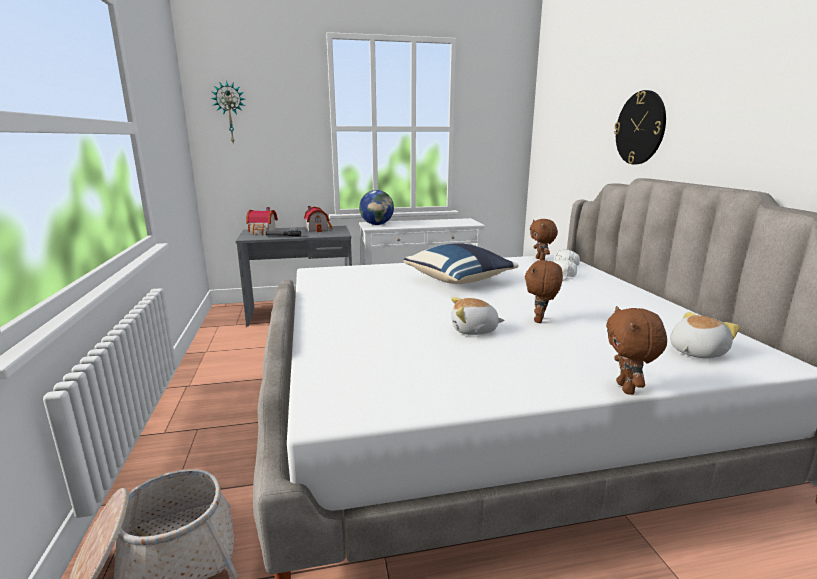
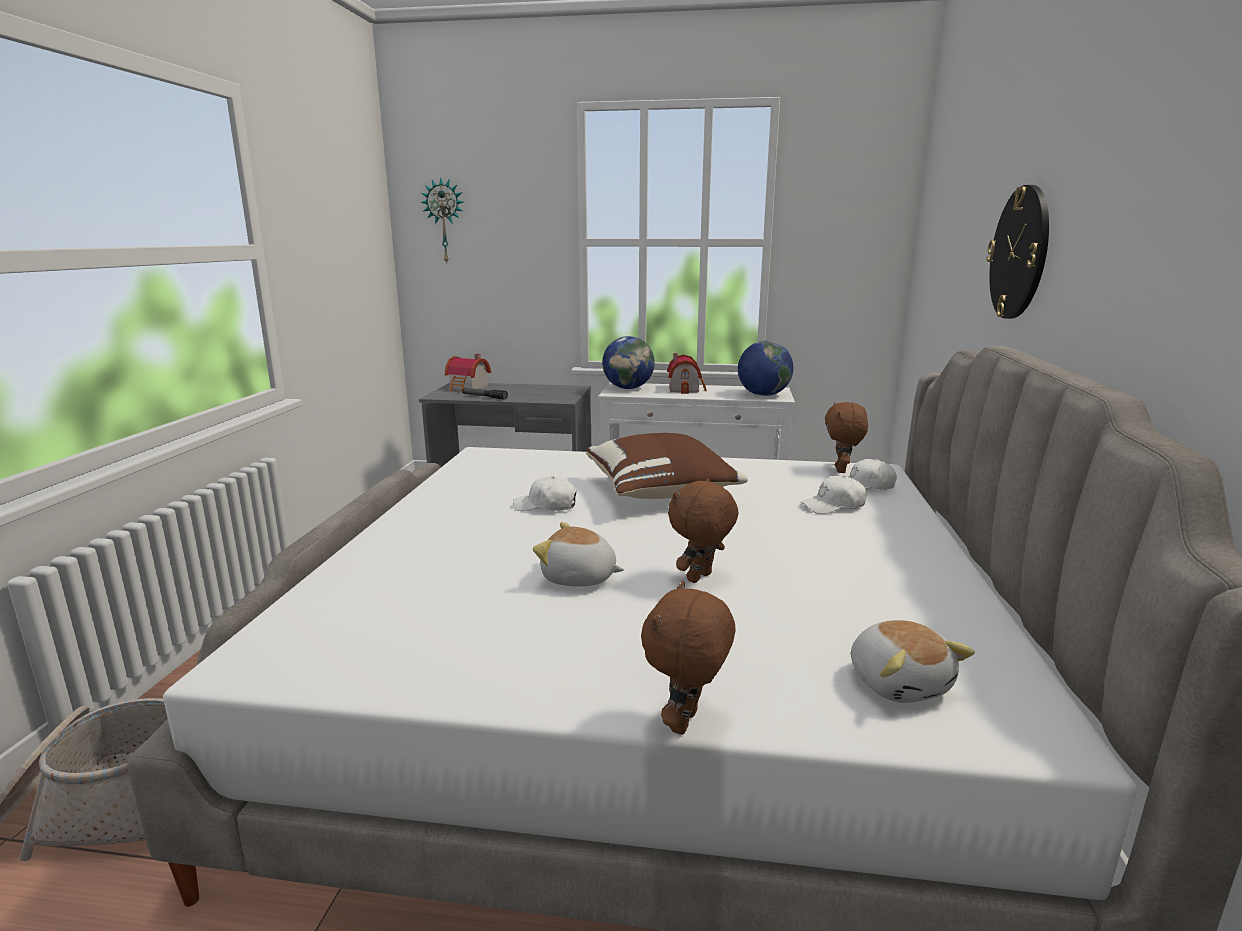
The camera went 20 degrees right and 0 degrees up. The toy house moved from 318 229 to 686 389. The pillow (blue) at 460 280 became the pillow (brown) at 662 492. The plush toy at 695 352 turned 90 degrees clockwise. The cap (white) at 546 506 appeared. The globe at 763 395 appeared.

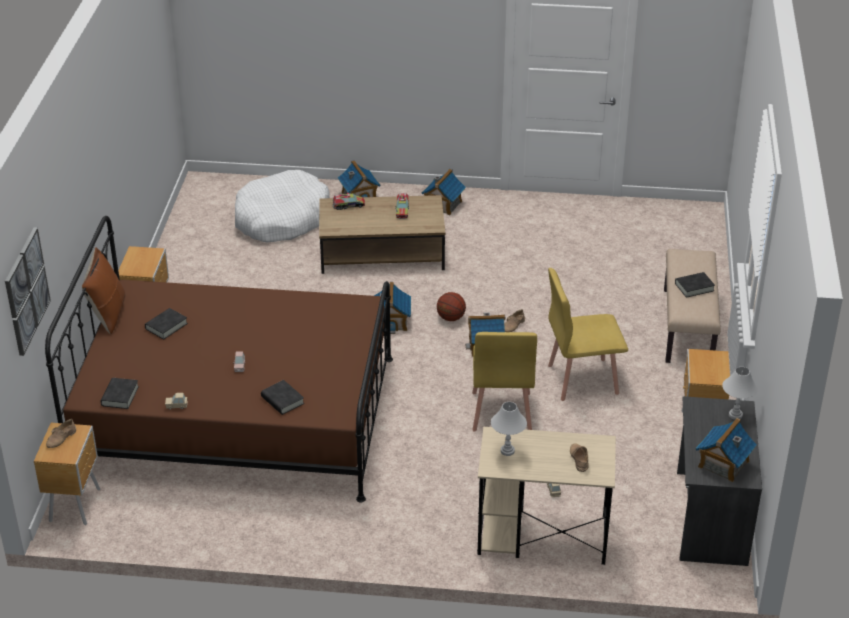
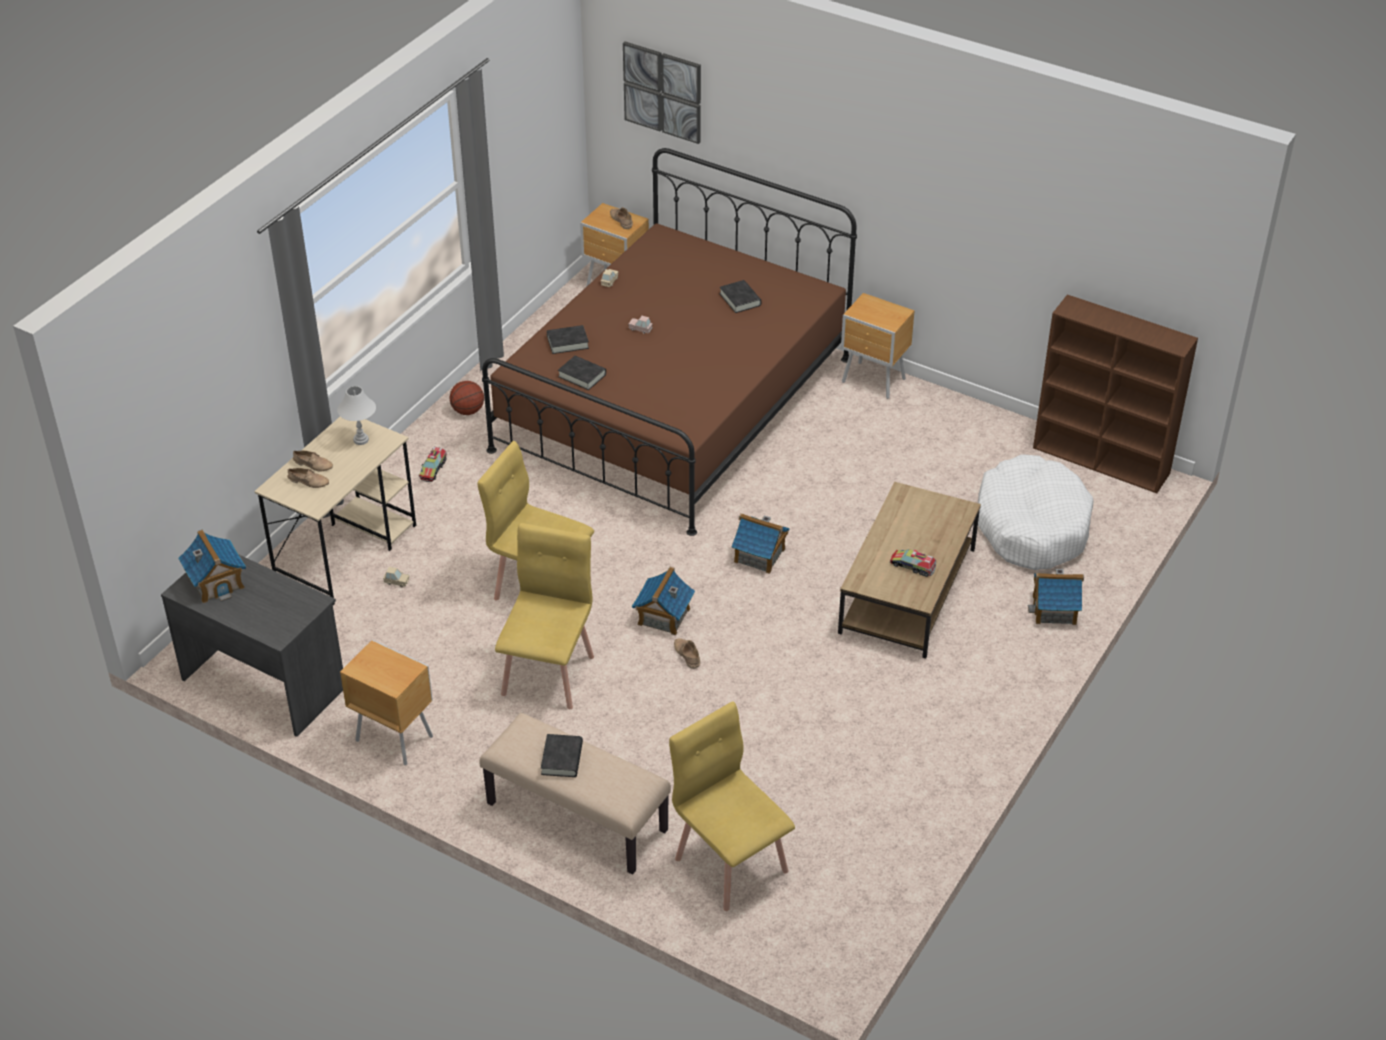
The camera went 115 degrees right and 5 degrees up. The pillow (brown) at 107 314 disappeared. The book (black) moved from 120 396 to 582 376. The toy truck moved from 348 205 to 433 469. The toy house at 443 204 disappeared. The basketball moved from 450 318 to 468 411. The table lamp (white) at 735 415 disappeared. The shoe (beige) at 313 464 appeared. The chair (yellow) at 731 863 appeared. The bookcase (brown) at 1102 461 appeared.

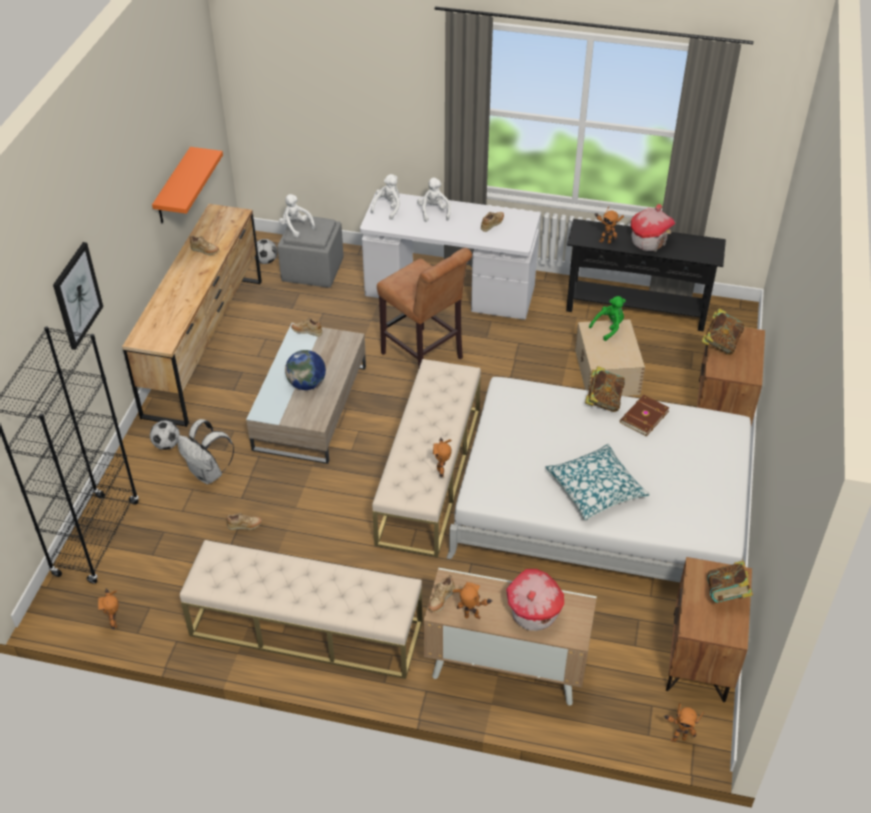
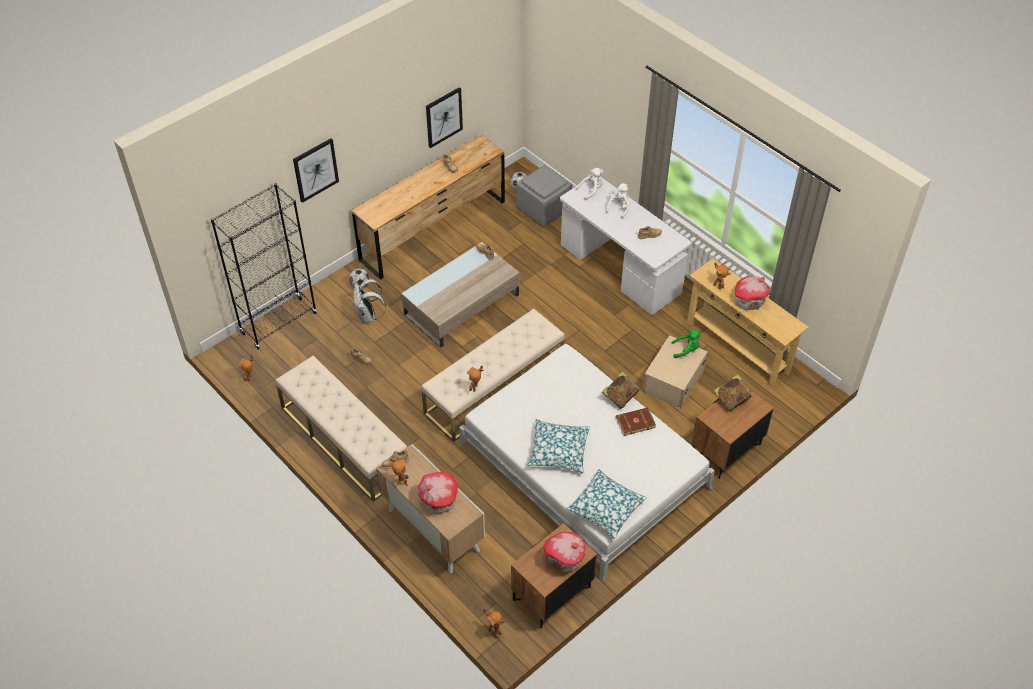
The camera went 35 degrees right and 5 degrees up. The shelf (orange) at 173 187 was replaced by the picture at 443 117. The plush toy (white) at 295 227 disappeared. The globe at 307 384 disappeared. The stool (brown) at 425 358 disappeared. The console table (black) at 636 310 became the console table (beige) at 738 347. The book at 726 594 was replaced by the toy house at 564 559. The pillow at 606 508 appeared.

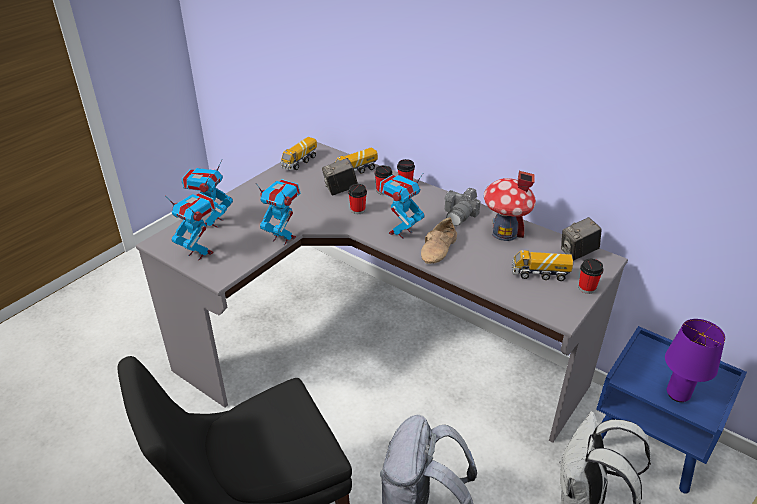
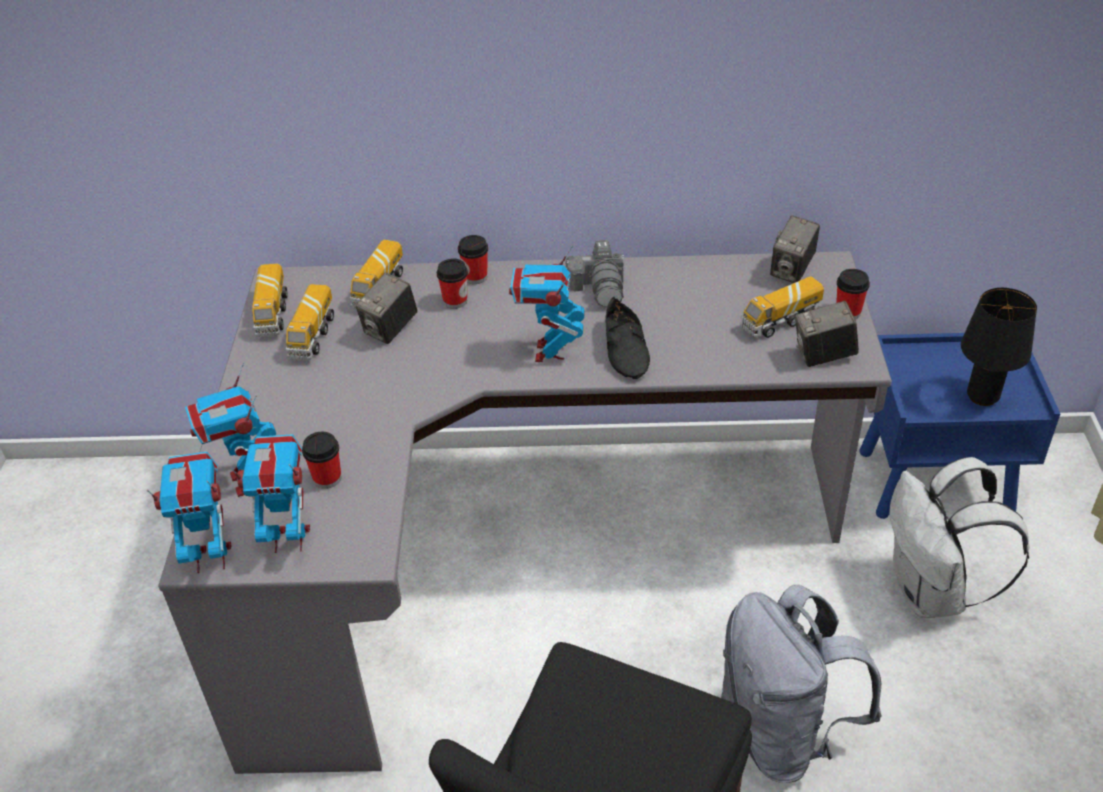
The camera went 35 degrees left and 5 degrees up. The toy robot moved from 283 238 to 211 557. The cup moved from 357 210 to 327 478. The shoe (beige) at 440 249 became the shoe (black) at 627 349. The toy house at 504 233 disappeared. The table lamp (purple) at 677 394 became the table lamp (black) at 981 396. The toy truck at 312 337 appeared. The photo camera at 823 356 appeared.

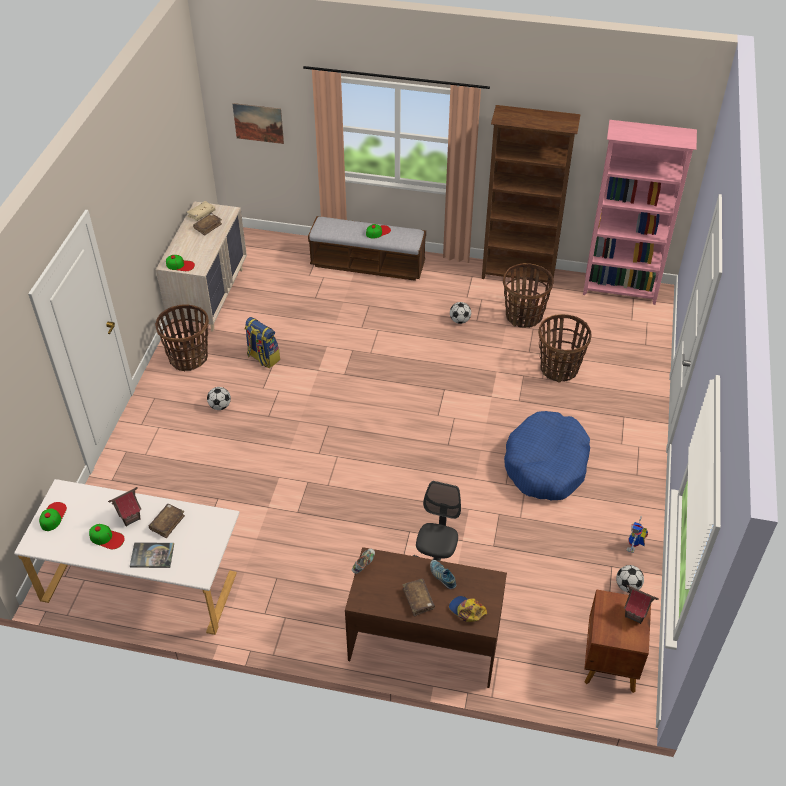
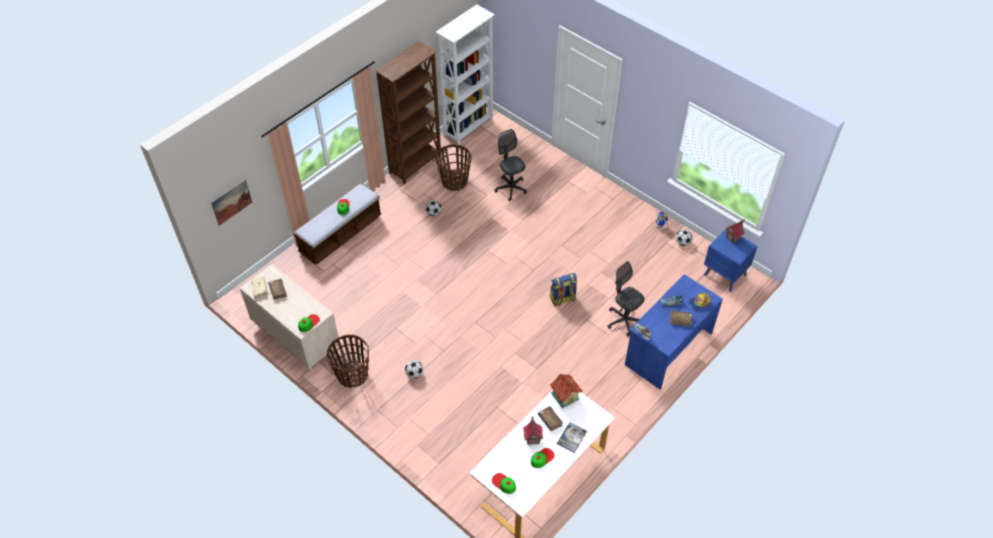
The camera went 60 degrees left and 5 degrees up. The backpack moved from 263 358 to 562 299. The desk (brown) at 424 642 became the desk (blue) at 668 348. The dog bed (blue) at 546 465 disappeared. The basket at 559 368 was replaced by the office chair (grey) at 511 188. The bookcase (pink) at 620 290 became the bookcase (white) at 469 127. The nightstand (brown) at 610 664 became the nightstand (blue) at 725 276. The toy house at 565 395 appeared.

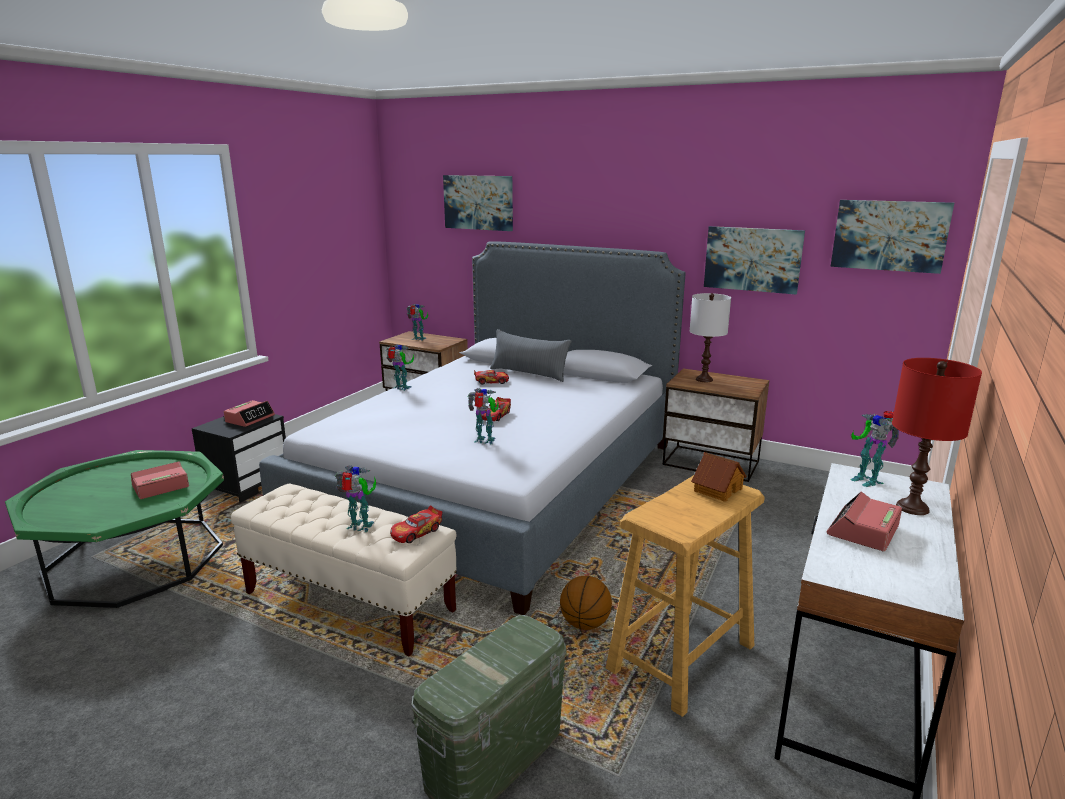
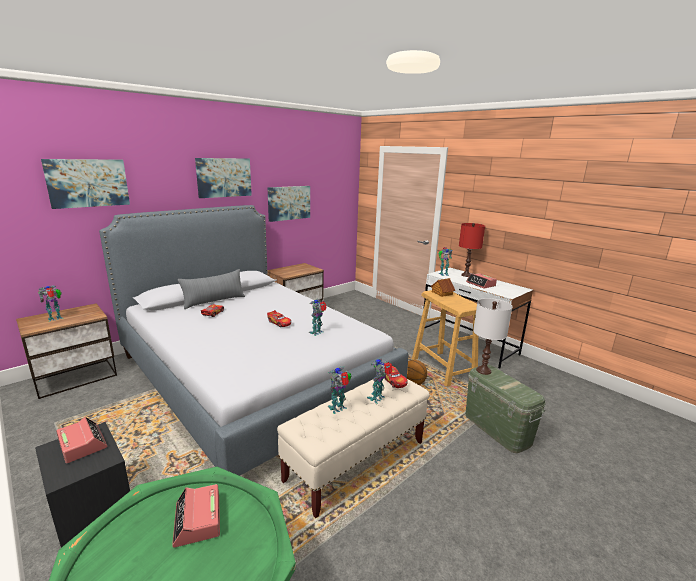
The camera went 70 degrees left and 0 degrees up. The toy robot moved from 401 388 to 338 408. The table lamp (white) moved from 704 379 to 483 370. The picture moved from 889 235 to 224 177.

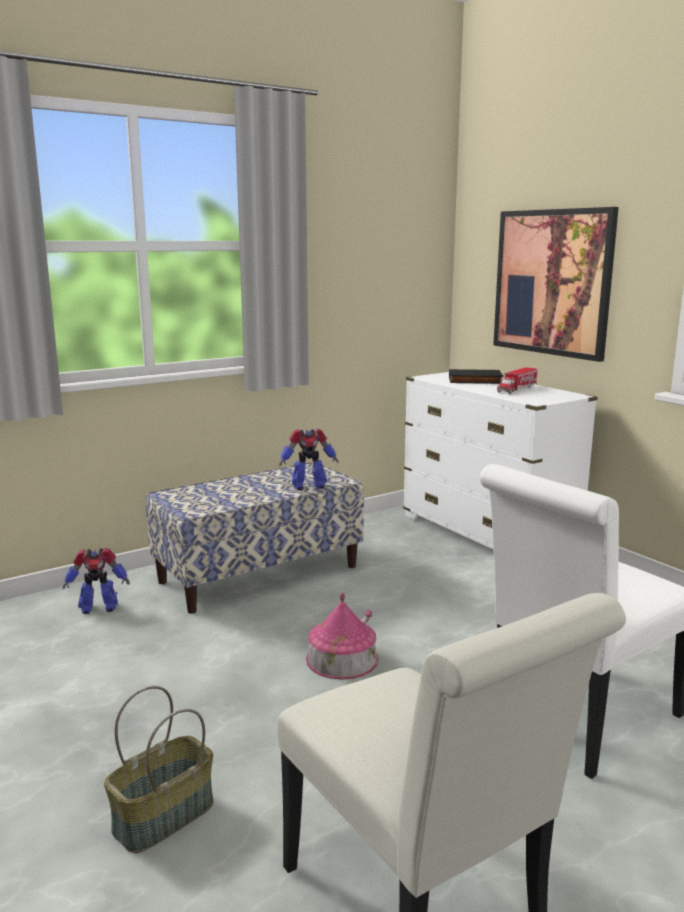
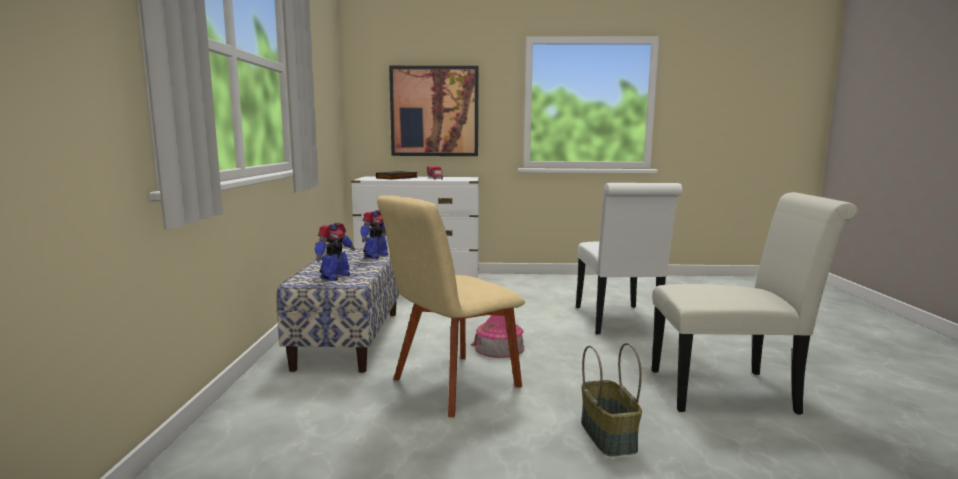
The camera went 55 degrees left and 5 degrees down. The toy robot moved from 98 607 to 334 277. The chair (beige) at 451 385 appeared.

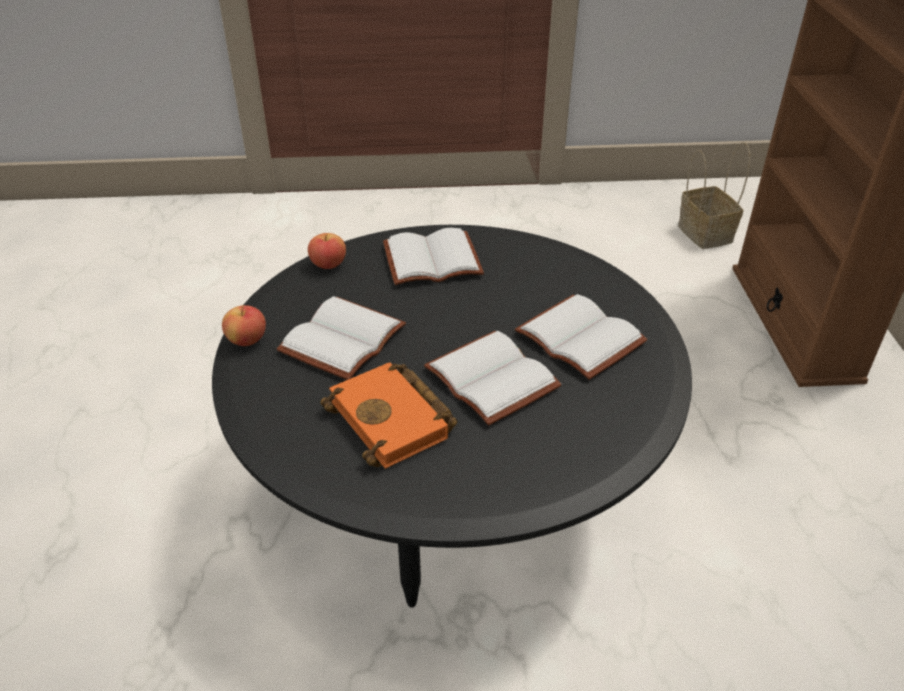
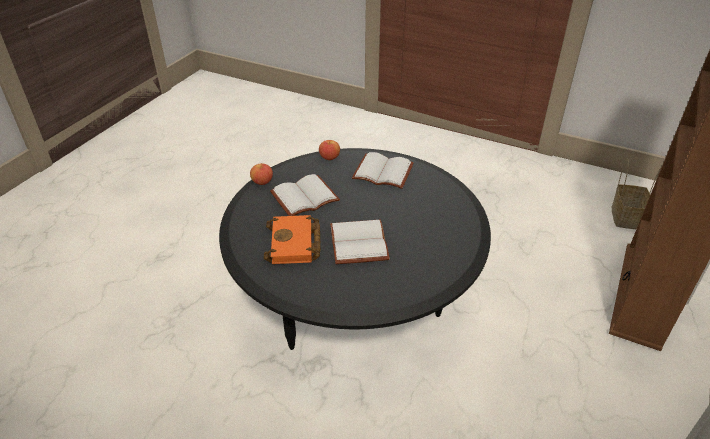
The camera went 30 degrees right and 0 degrees up. The book (white) at 583 338 disappeared.

